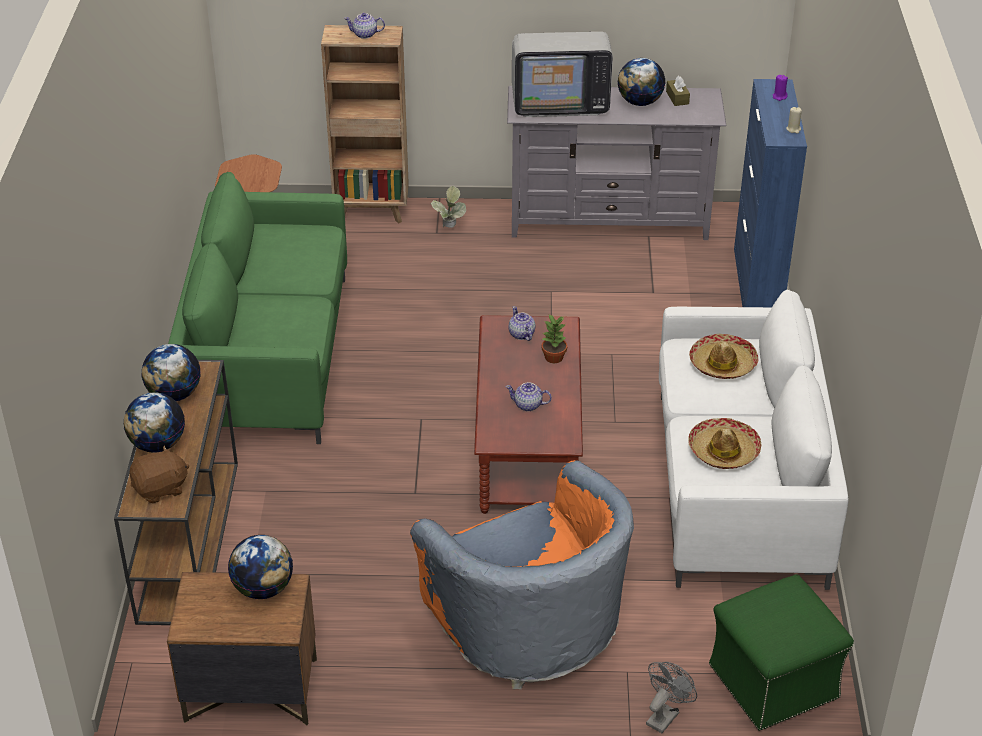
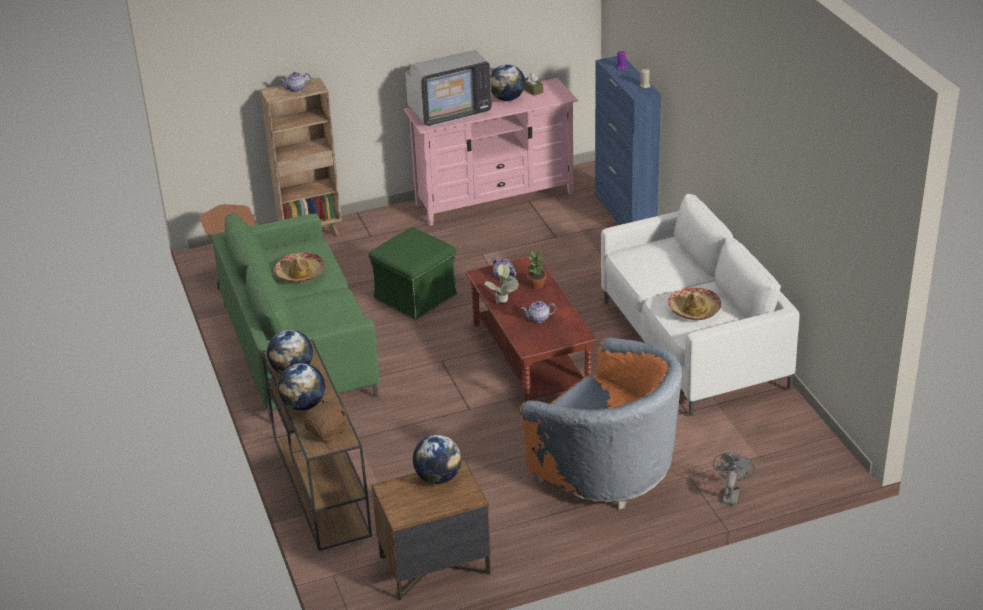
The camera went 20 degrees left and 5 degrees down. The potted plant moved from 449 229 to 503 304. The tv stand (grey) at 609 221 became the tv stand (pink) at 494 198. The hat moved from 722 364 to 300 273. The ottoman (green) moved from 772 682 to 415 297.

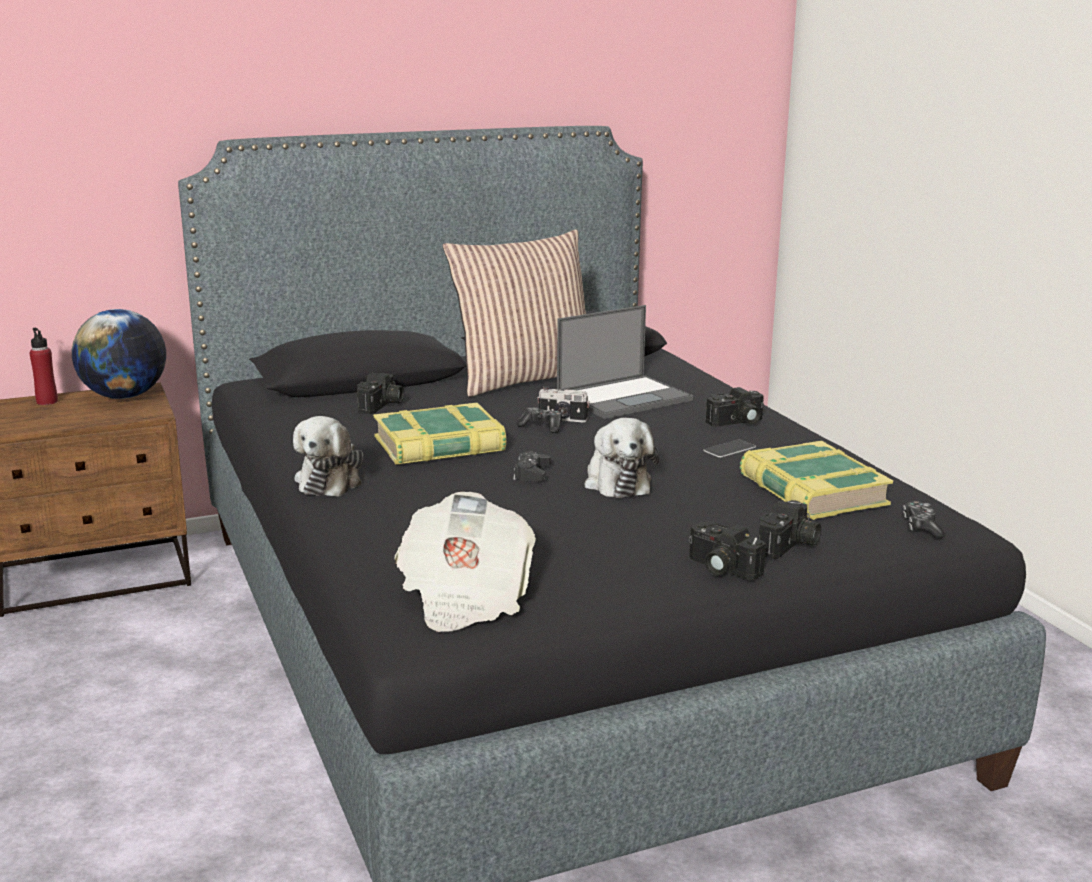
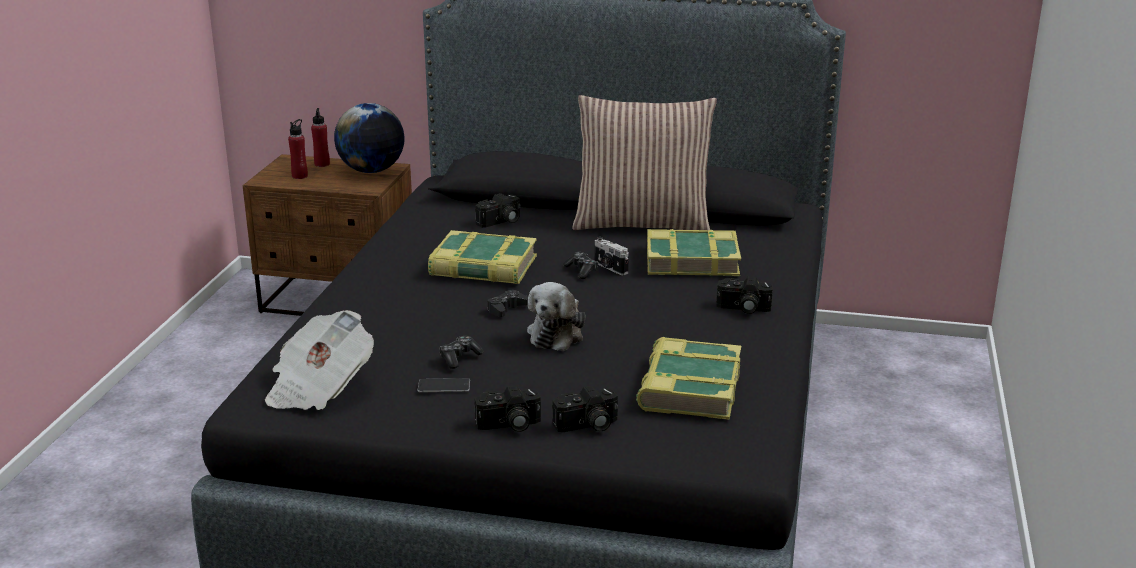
The camera went 35 degrees right and 5 degrees up. The plush toy at 331 480 disappeared. The laptop at 625 397 was replaced by the book at 692 261. The photo camera at 720 568 turned 90 degrees counterclockwise. The phone moved from 729 449 to 444 386. The game controller moved from 922 527 to 459 358. The bottle (red) at 300 176 appeared.

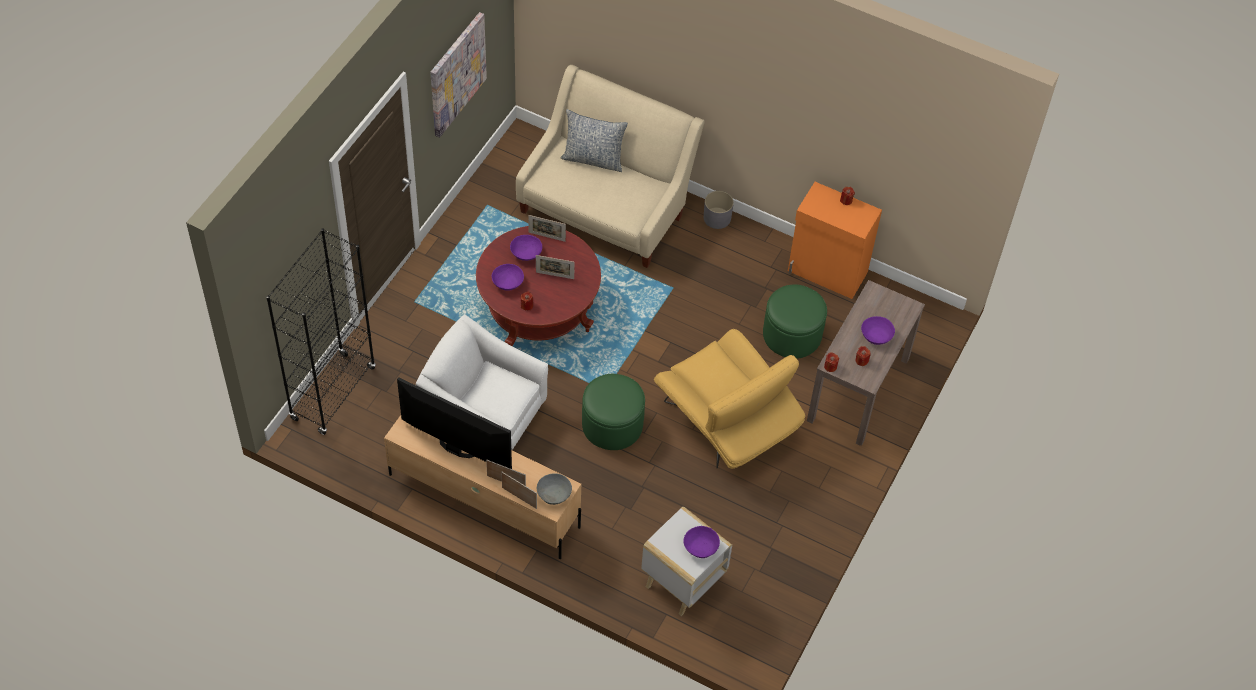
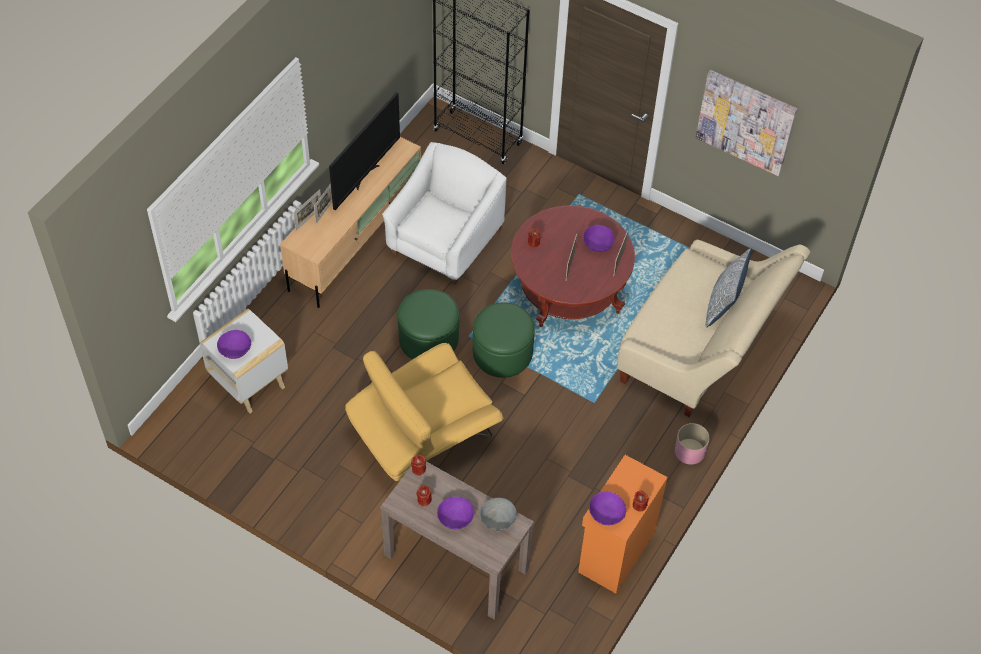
The camera went 95 degrees right and 0 degrees up. The bowl (purple) moved from 508 283 to 605 514. The bowl (grey) moved from 554 494 to 497 520. The planter (grey) at 717 218 became the planter (pink) at 689 451. The ottoman (green) moved from 792 334 to 502 353.

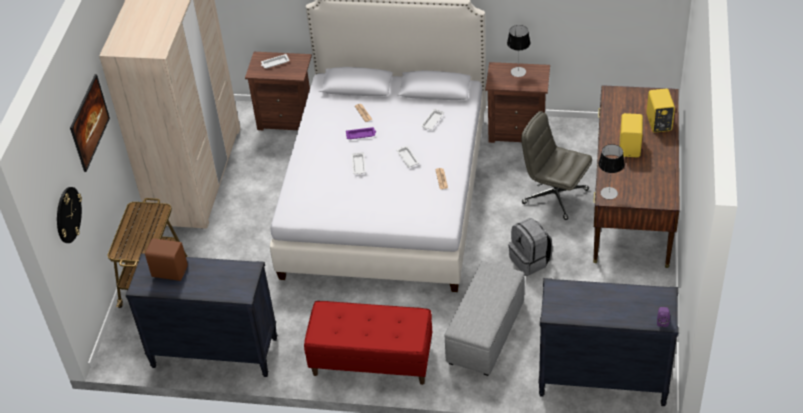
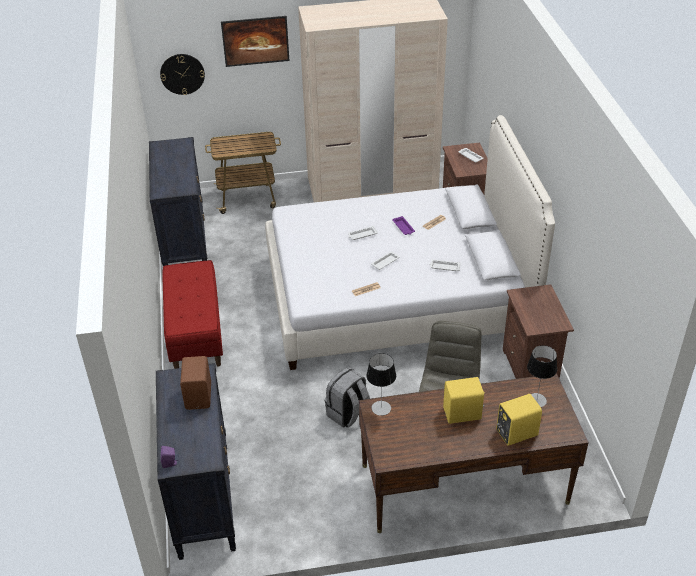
The camera went 70 degrees right and 5 degrees down. The speaker (brown) moved from 169 271 to 199 396. The ottoman (grey) at 485 333 disappeared. The table lamp moved from 518 72 to 536 400.

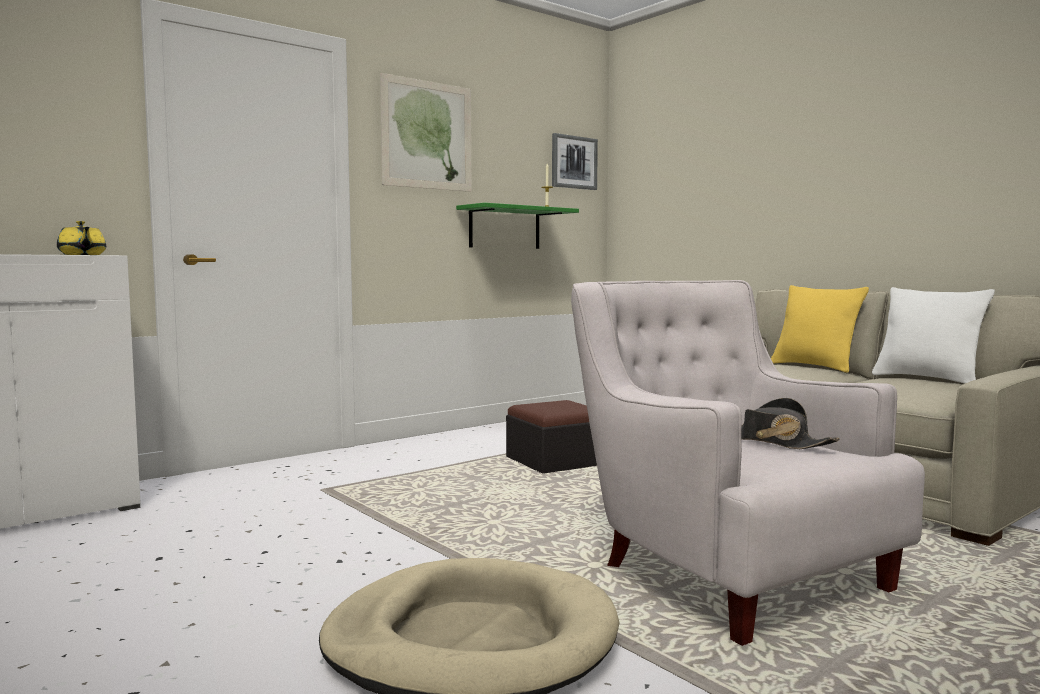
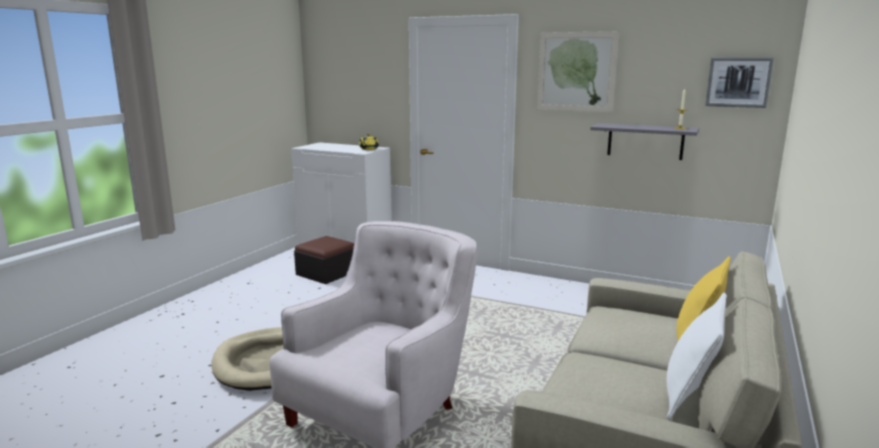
The camera went 65 degrees right and 10 degrees up. The shelf (green) at 504 228 became the shelf (grey) at 645 141. The ottoman moved from 556 461 to 326 273. The hat (black) at 774 442 disappeared.

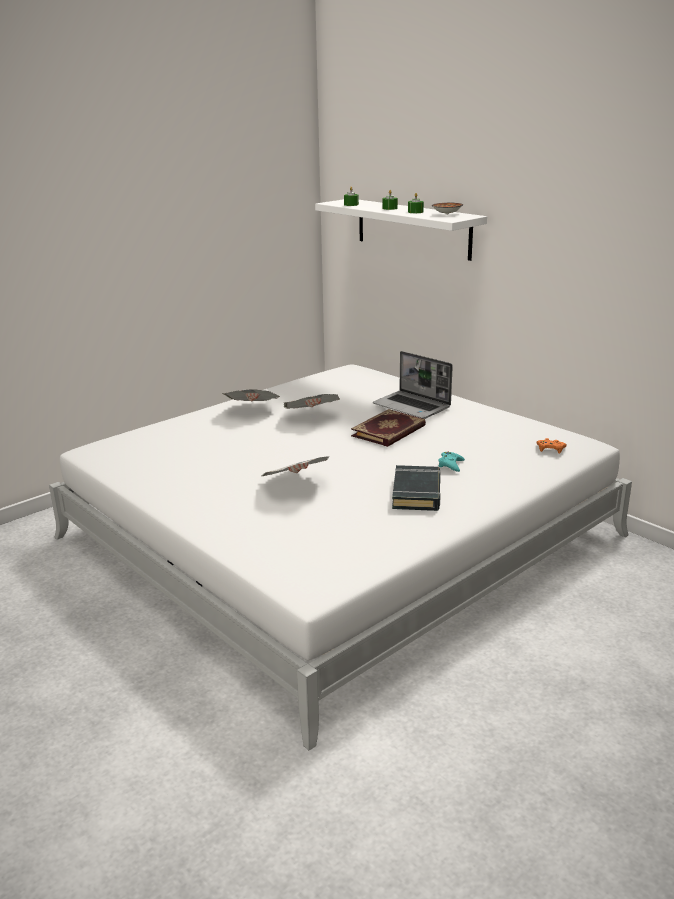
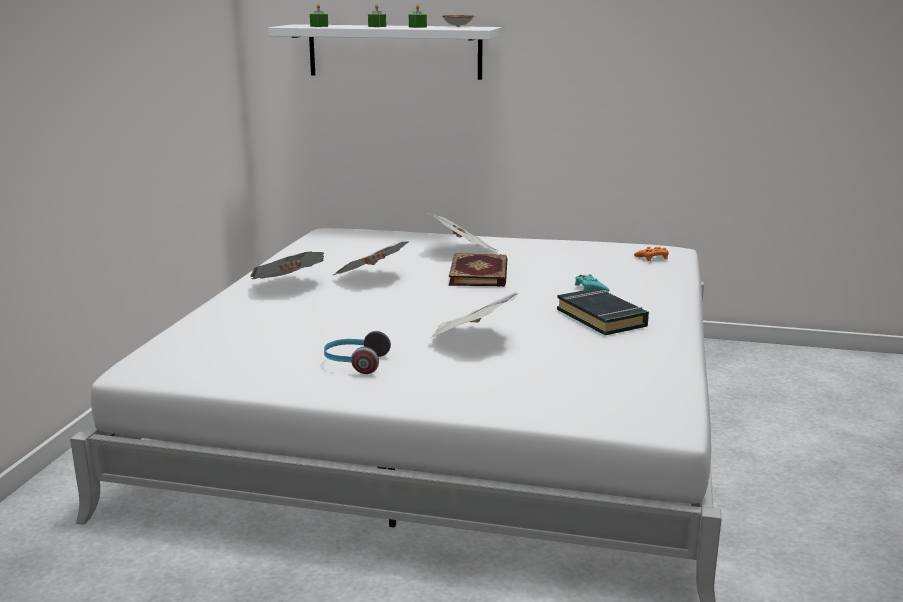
The camera went 35 degrees left and 5 degrees down. The laptop at 412 406 was replaced by the newspaper at 462 250. The headphones at 355 363 appeared.

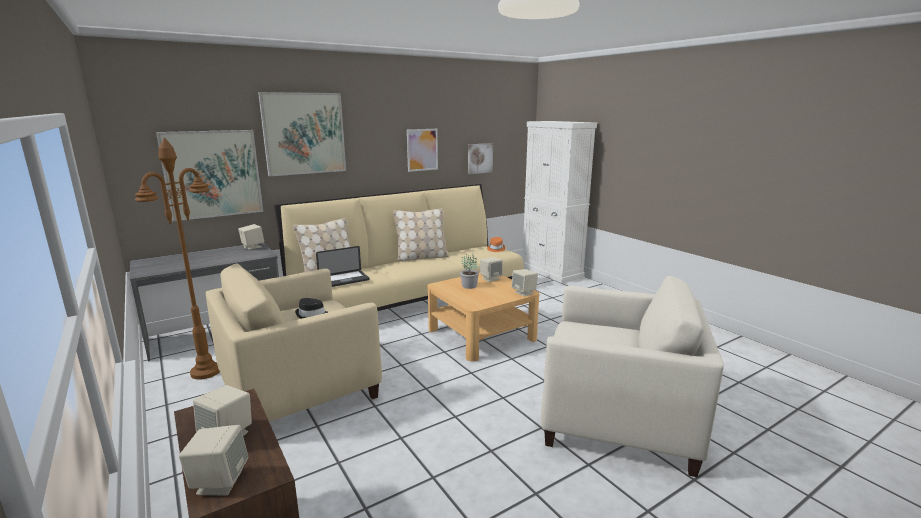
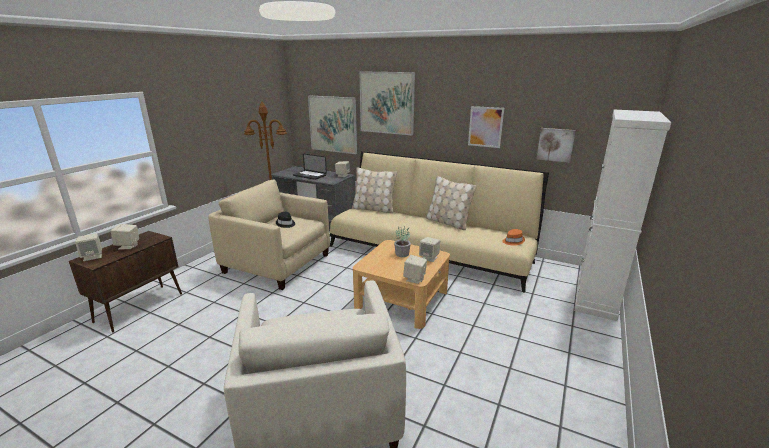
The camera went 60 degrees right and 5 degrees up. The laptop moved from 344 280 to 309 175.

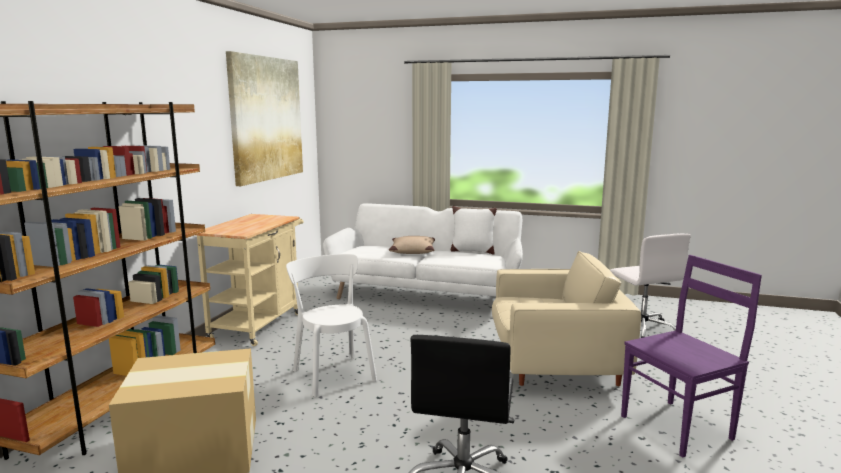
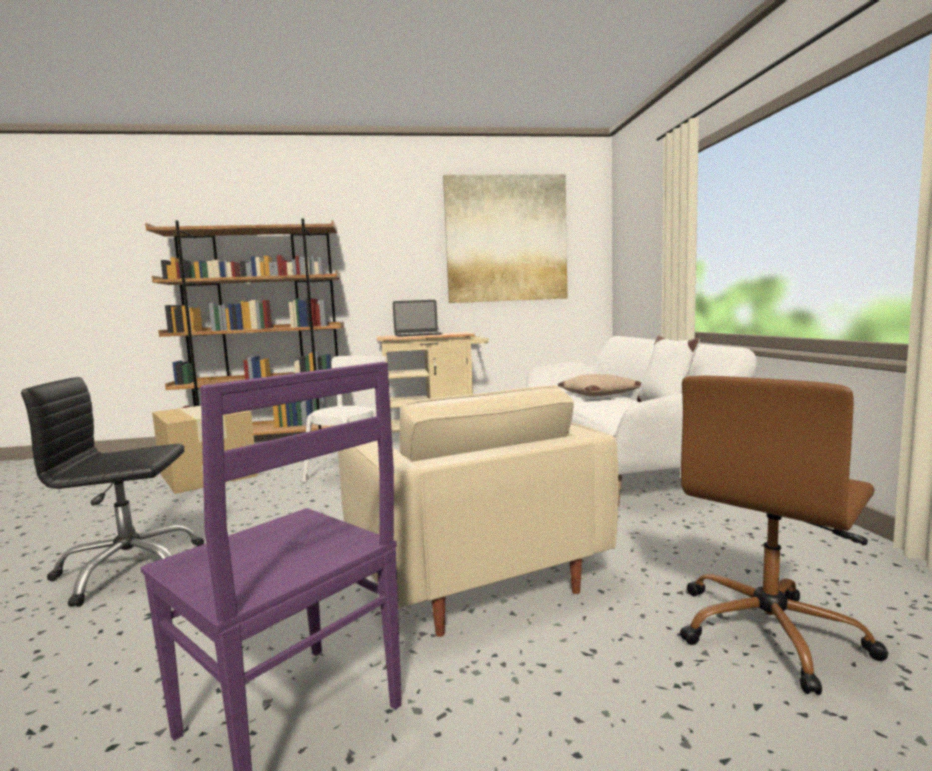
The camera went 65 degrees right and 5 degrees down. The office chair (white) at 641 330 became the office chair (brown) at 770 632. The laptop at 418 334 appeared.

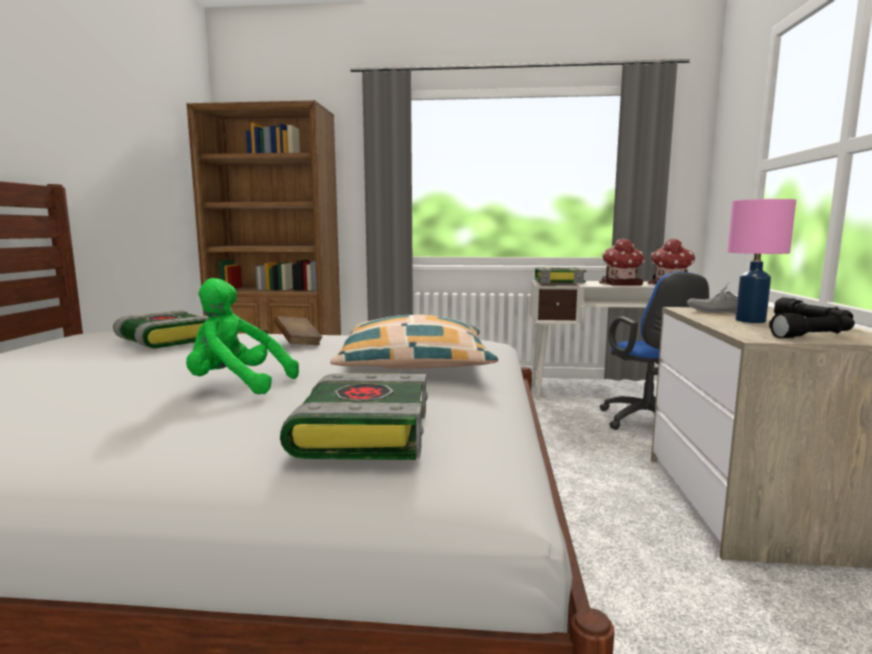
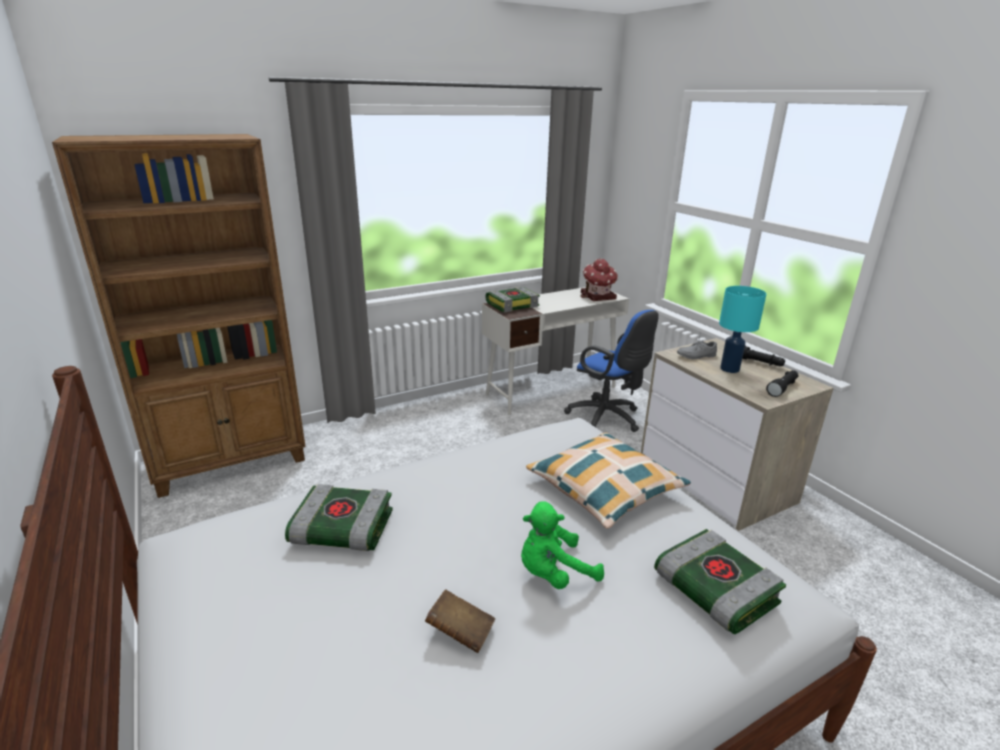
The camera went 35 degrees left and 15 degrees up. The book (brown) moved from 298 343 to 460 632. The toy house at 621 284 disappeared. The table lamp (pink) at 751 320 became the table lamp (turquoise) at 729 369.

